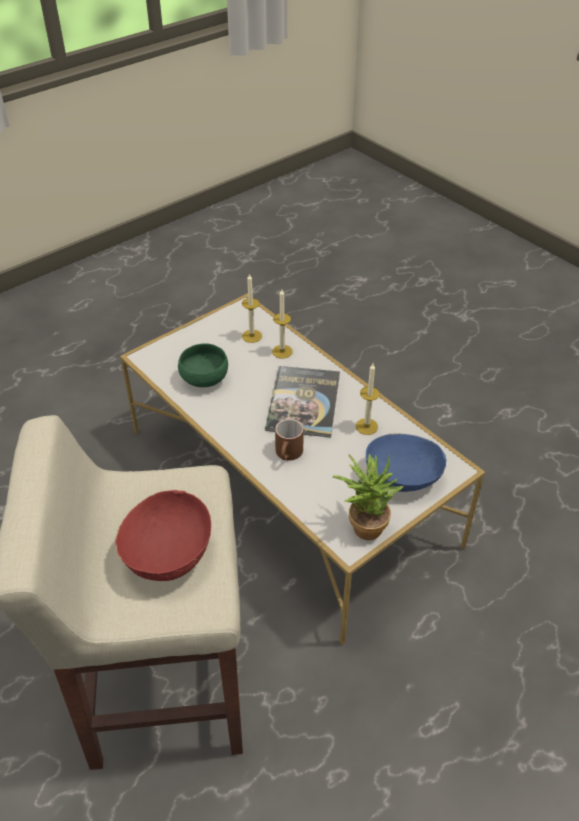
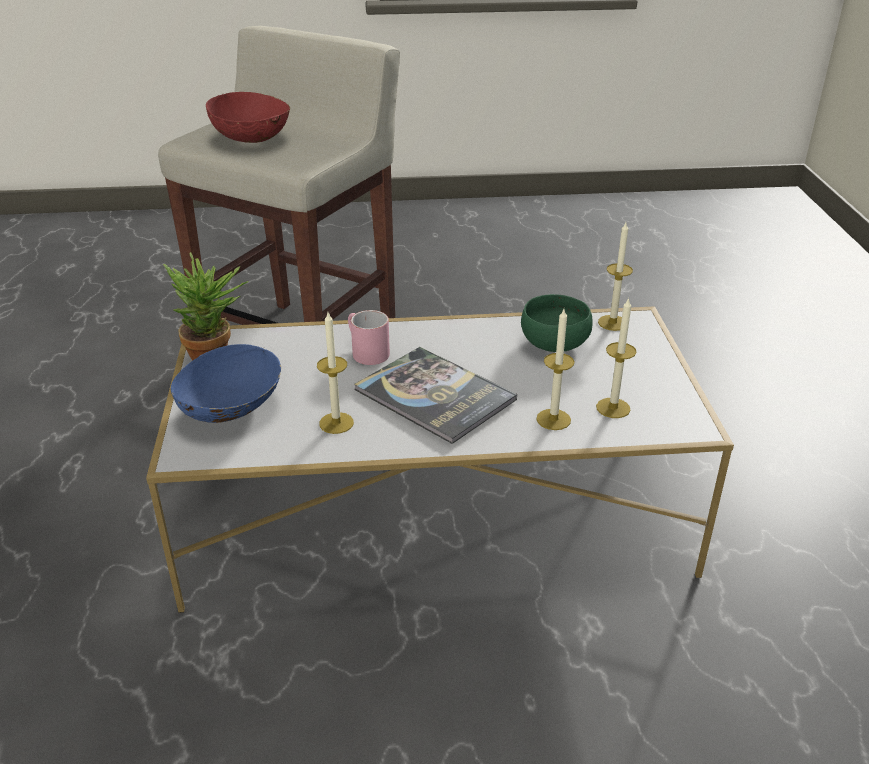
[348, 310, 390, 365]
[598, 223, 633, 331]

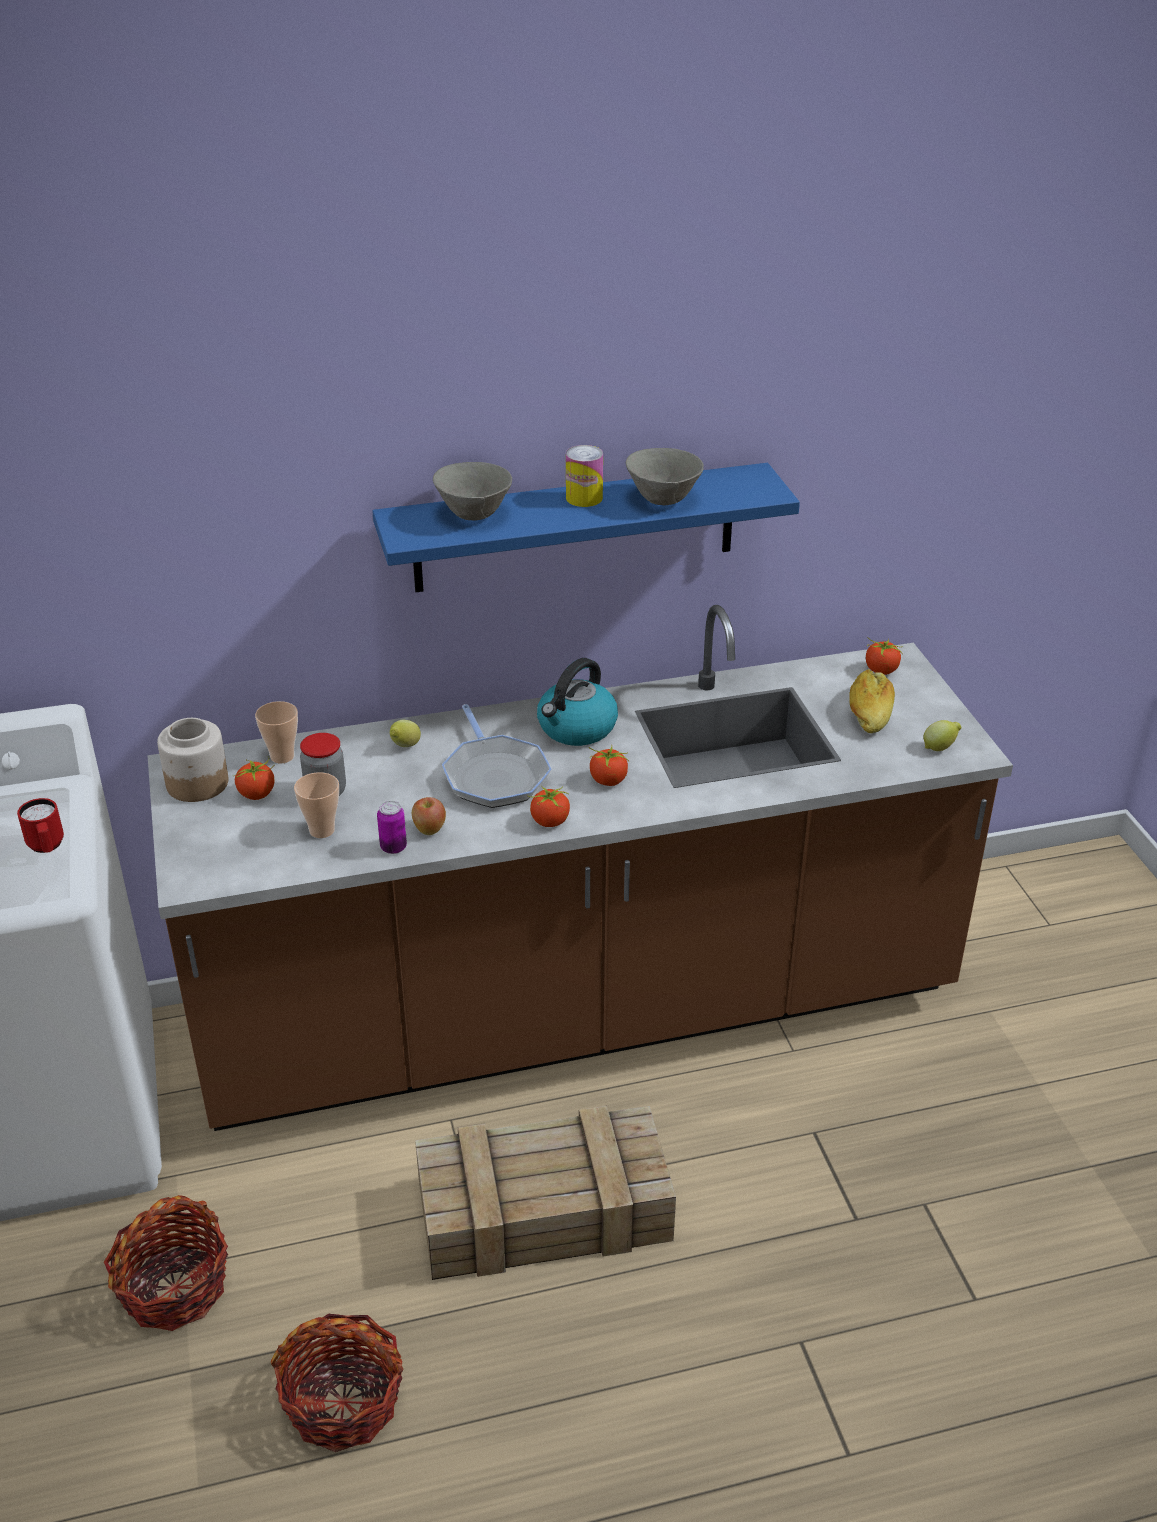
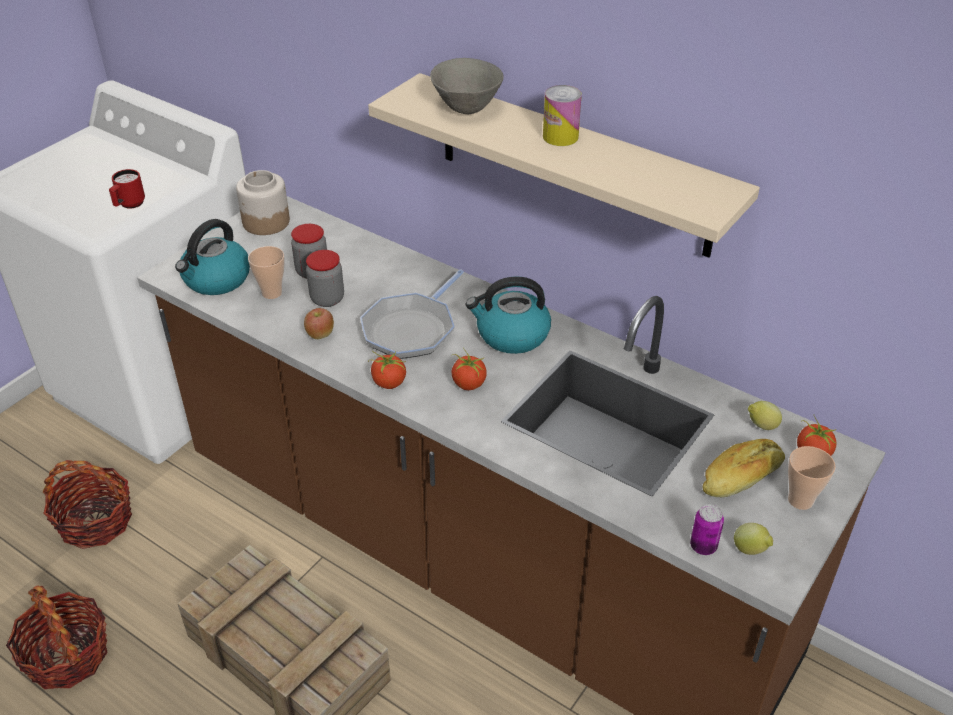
[626, 448, 704, 505] (first image)
[368, 73, 760, 258]
[788, 446, 836, 510]
[748, 401, 782, 430]
[232, 756, 274, 800] (first image)
[690, 504, 724, 555]
[175, 219, 250, 295]
[306, 250, 344, 307]

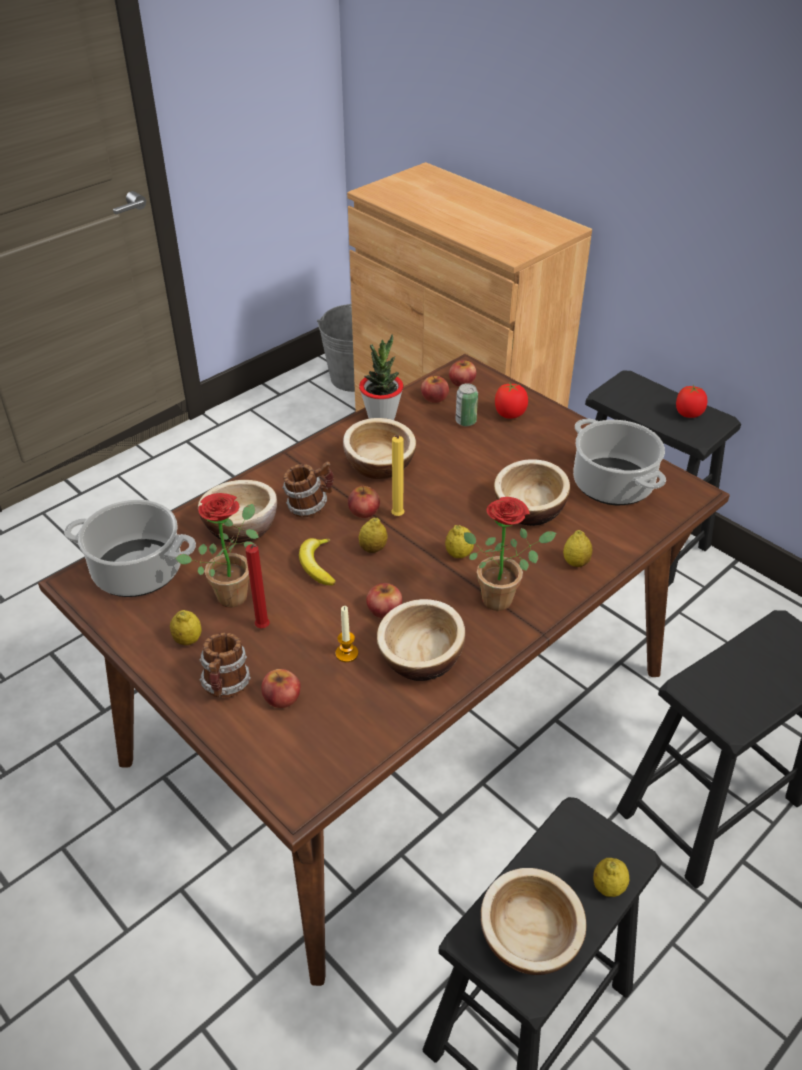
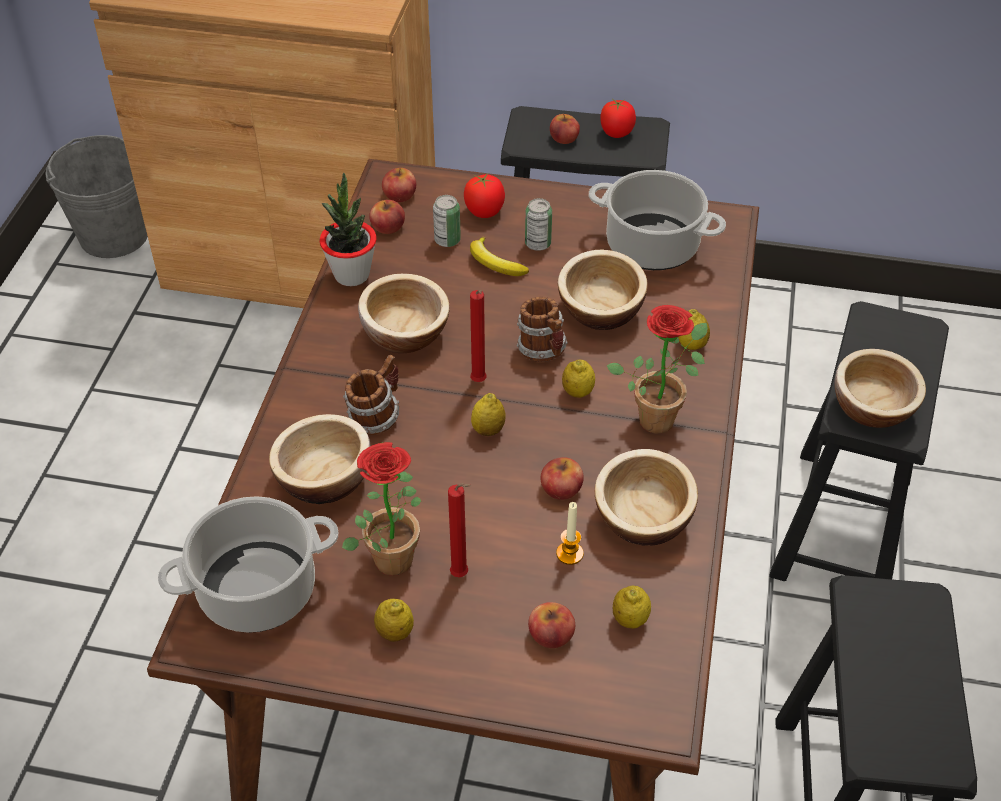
[470, 290, 487, 382]
[550, 114, 580, 144]
[470, 237, 529, 276]
[517, 297, 568, 362]
[613, 586, 651, 629]
[834, 349, 926, 428]
[525, 198, 552, 251]

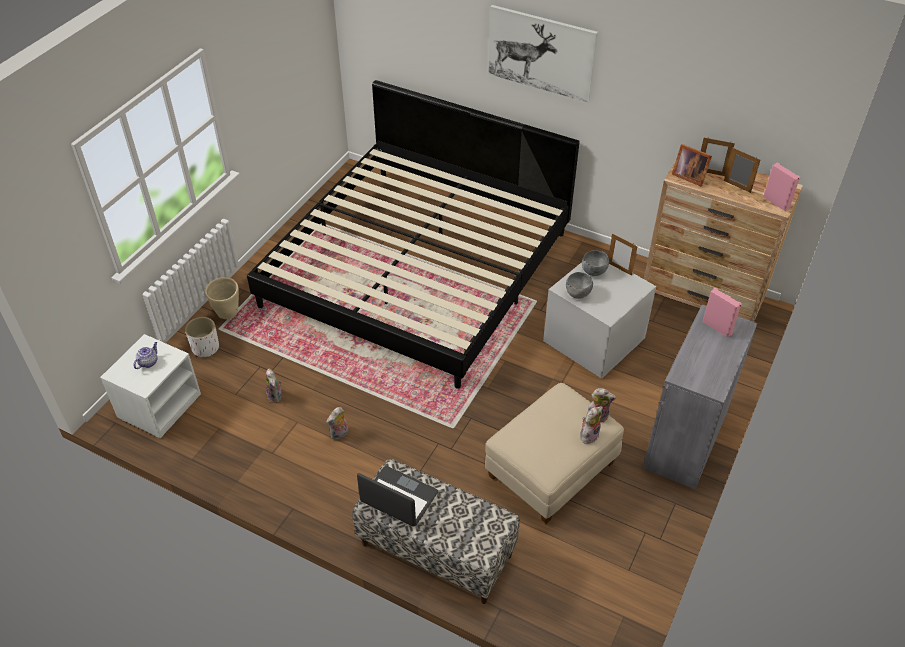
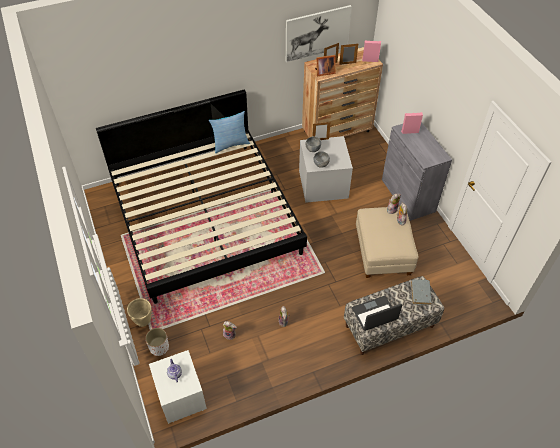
[286, 5, 352, 62]
[209, 111, 250, 153]
[411, 279, 432, 305]

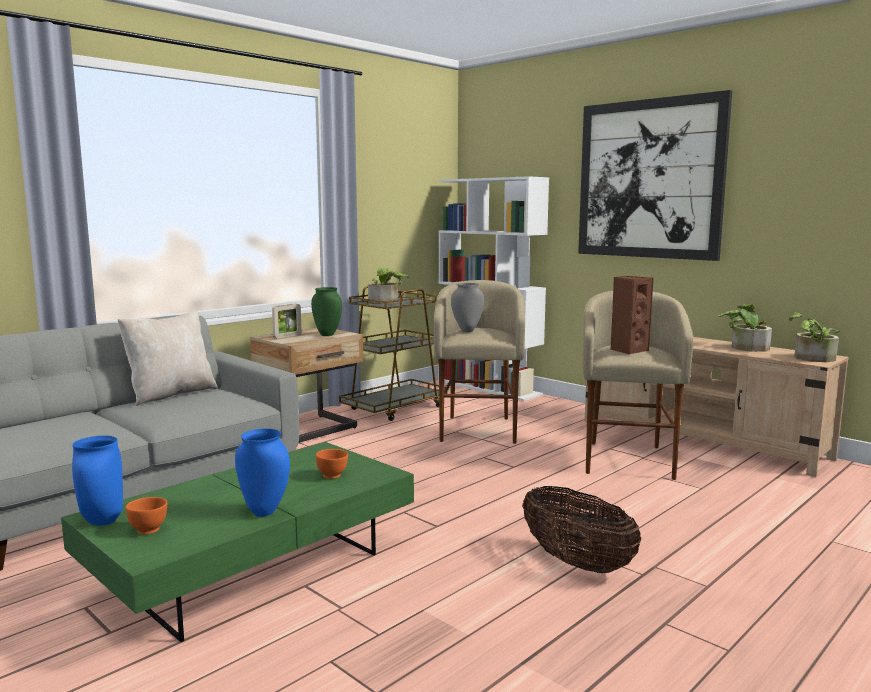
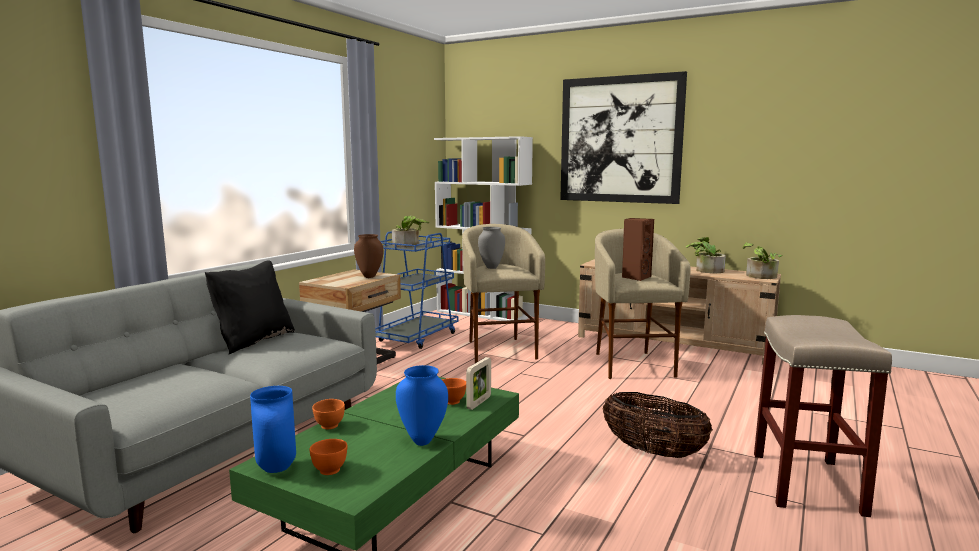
[375, 231, 458, 349]
[354, 234, 383, 278]
[466, 357, 491, 410]
[205, 260, 295, 354]
[754, 315, 892, 517]
[312, 399, 345, 429]

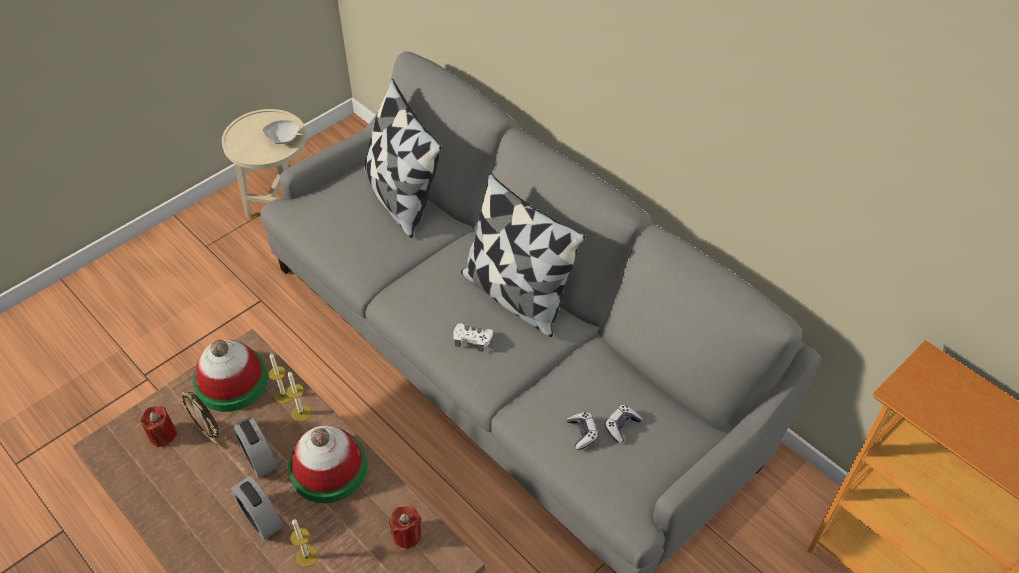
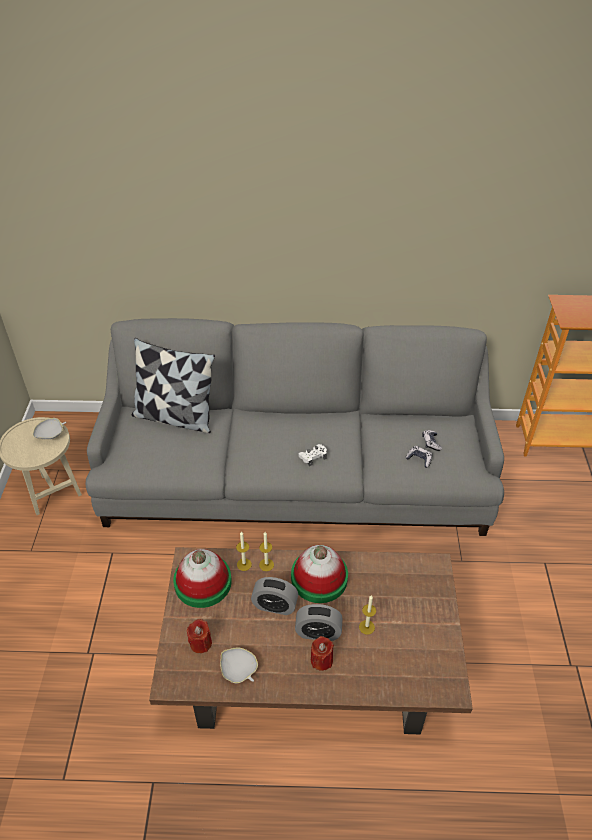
[461, 173, 586, 337] (first image)
[180, 391, 219, 447] (first image)
[311, 636, 334, 671]
[220, 648, 258, 683]

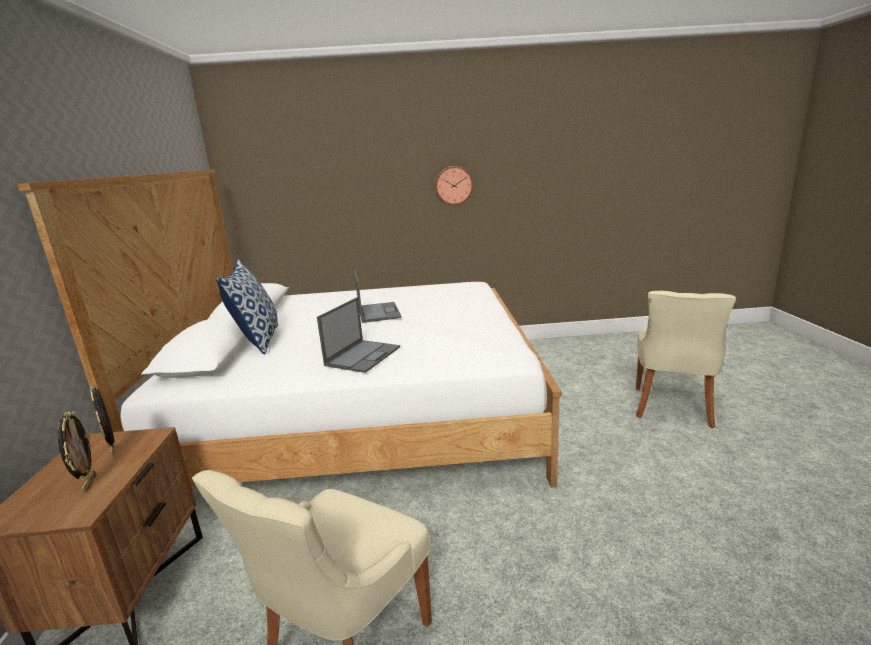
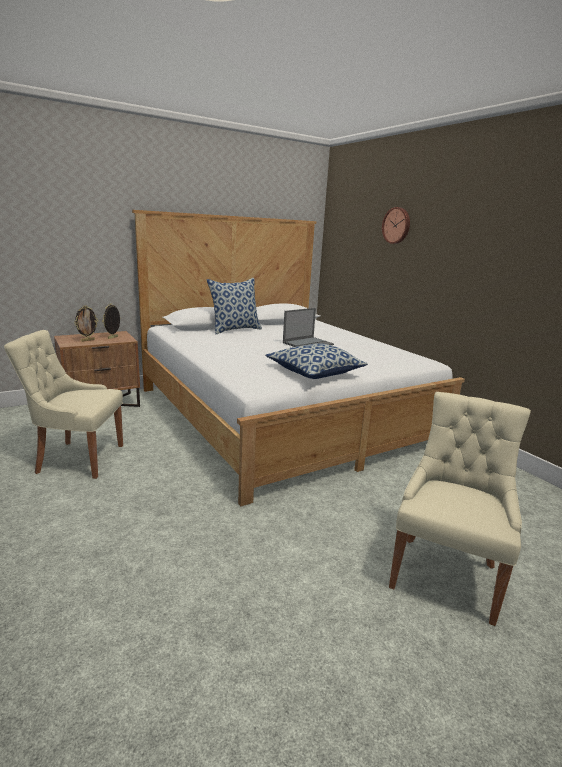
[382, 207, 410, 244]
[389, 392, 531, 626]
[317, 297, 400, 373] (first image)
[265, 343, 368, 379]

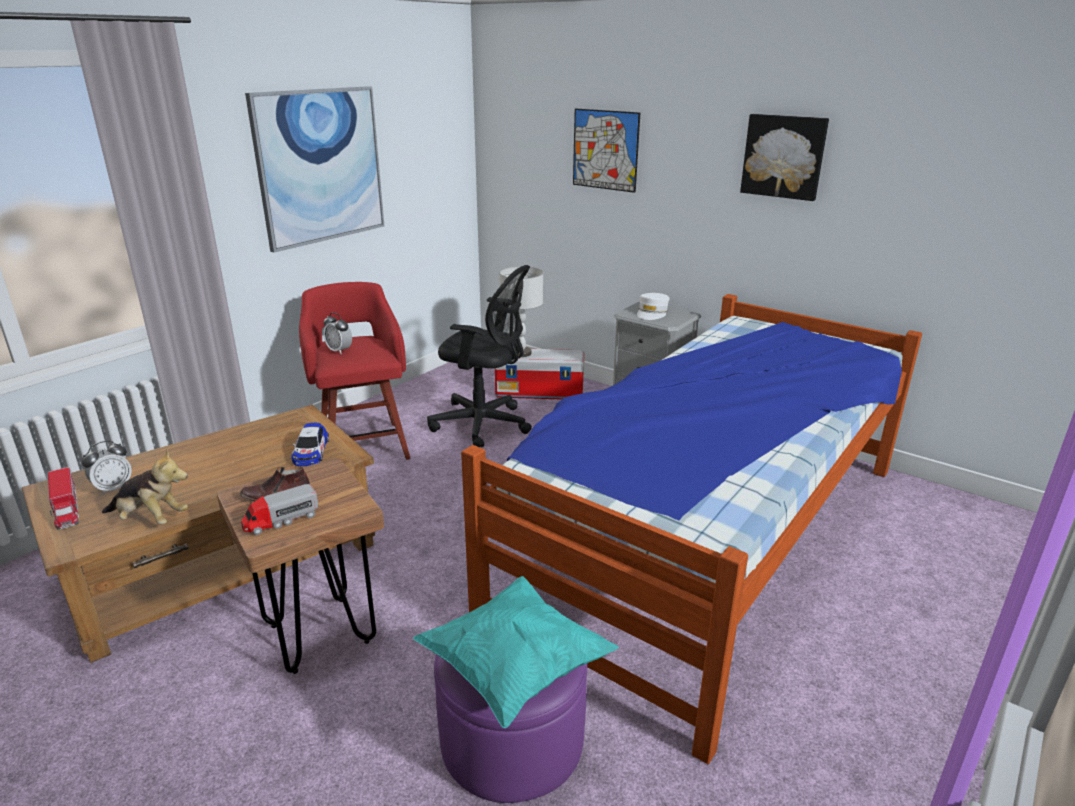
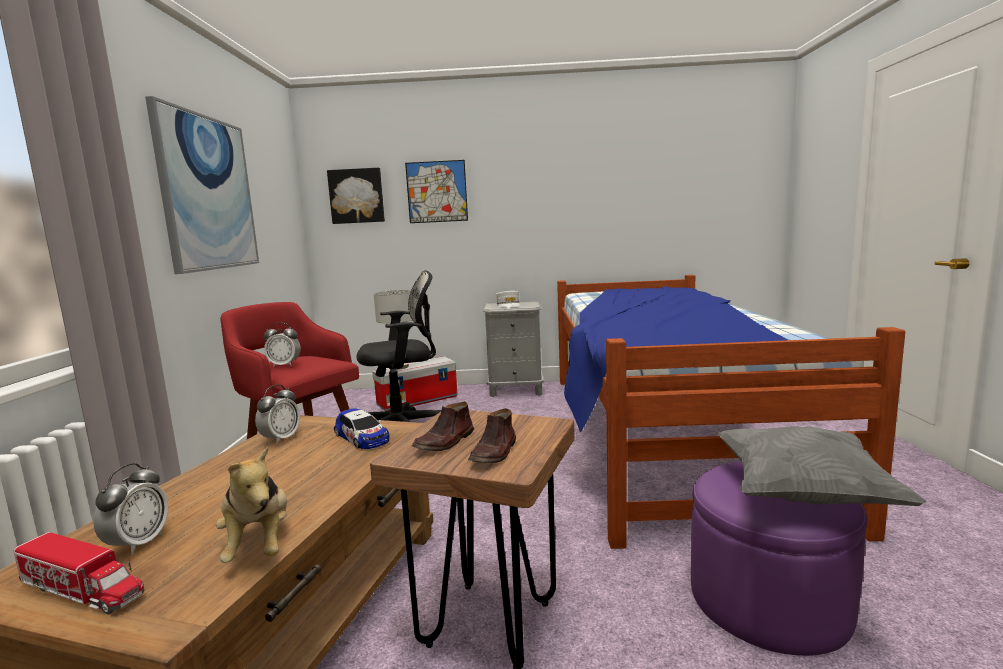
[327, 168, 385, 224]
[216, 446, 287, 563]
[468, 408, 516, 463]
[717, 426, 927, 506]
[255, 384, 300, 444]

